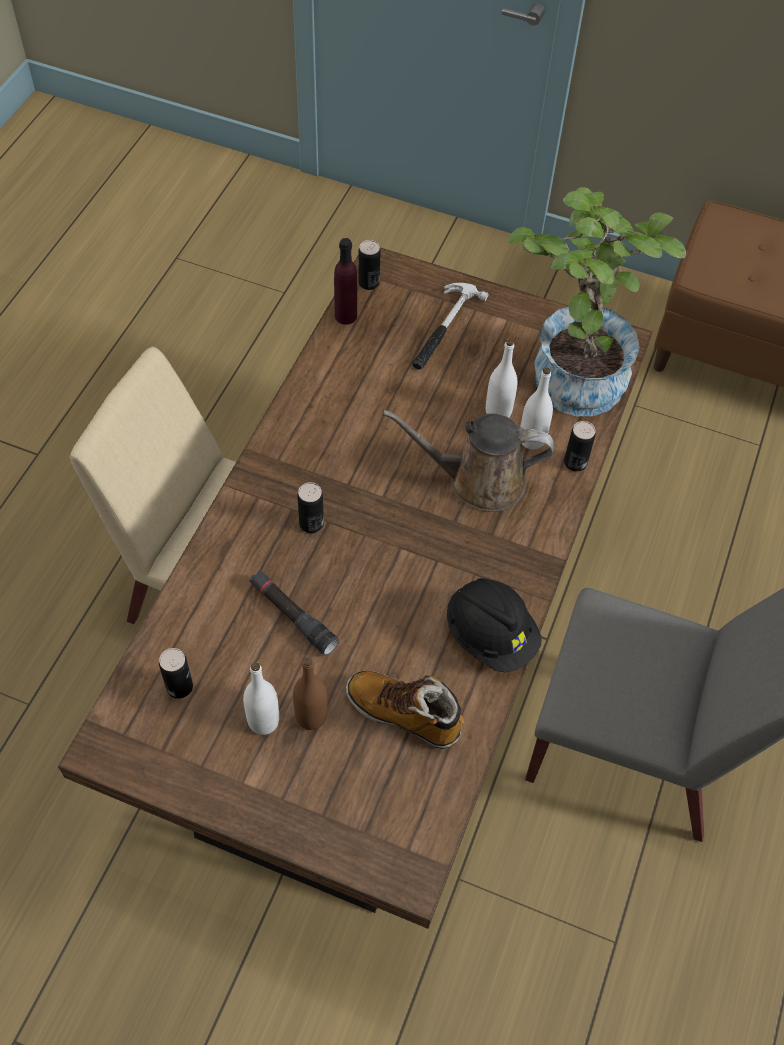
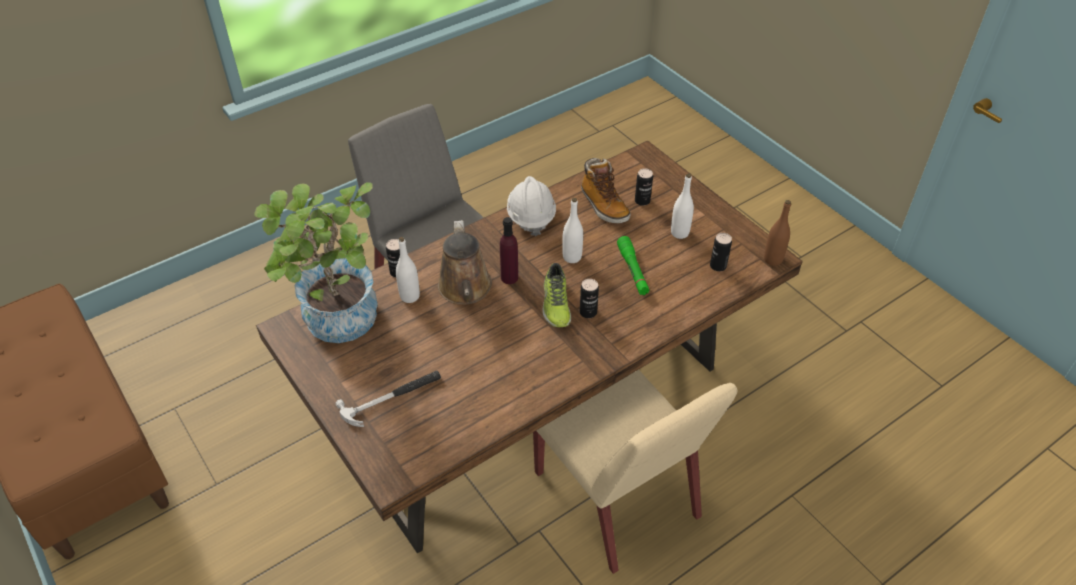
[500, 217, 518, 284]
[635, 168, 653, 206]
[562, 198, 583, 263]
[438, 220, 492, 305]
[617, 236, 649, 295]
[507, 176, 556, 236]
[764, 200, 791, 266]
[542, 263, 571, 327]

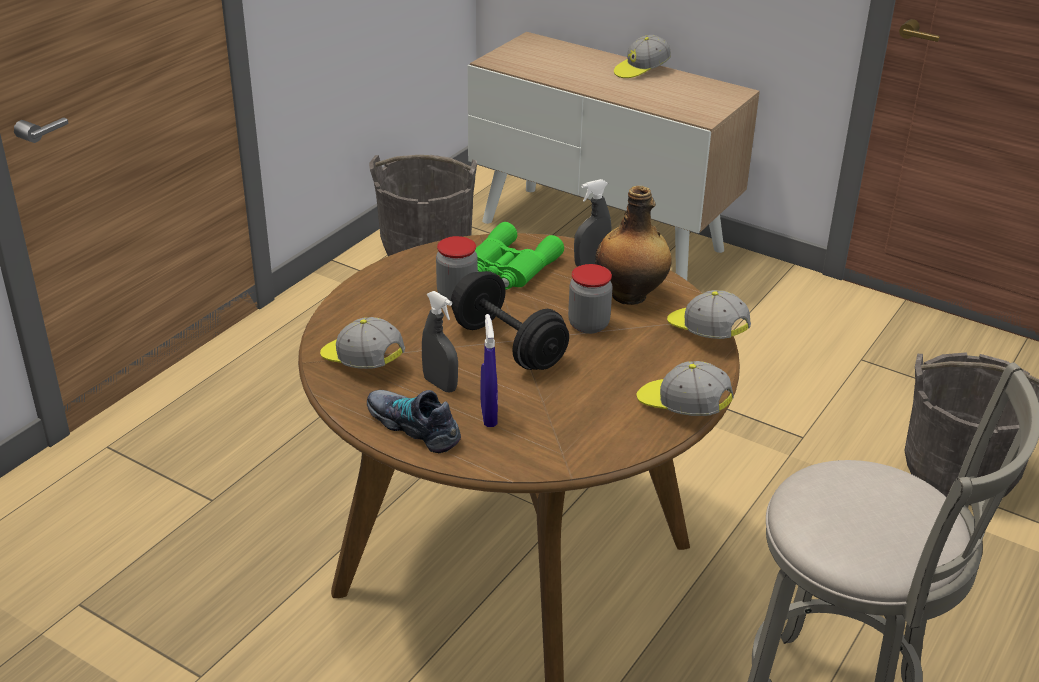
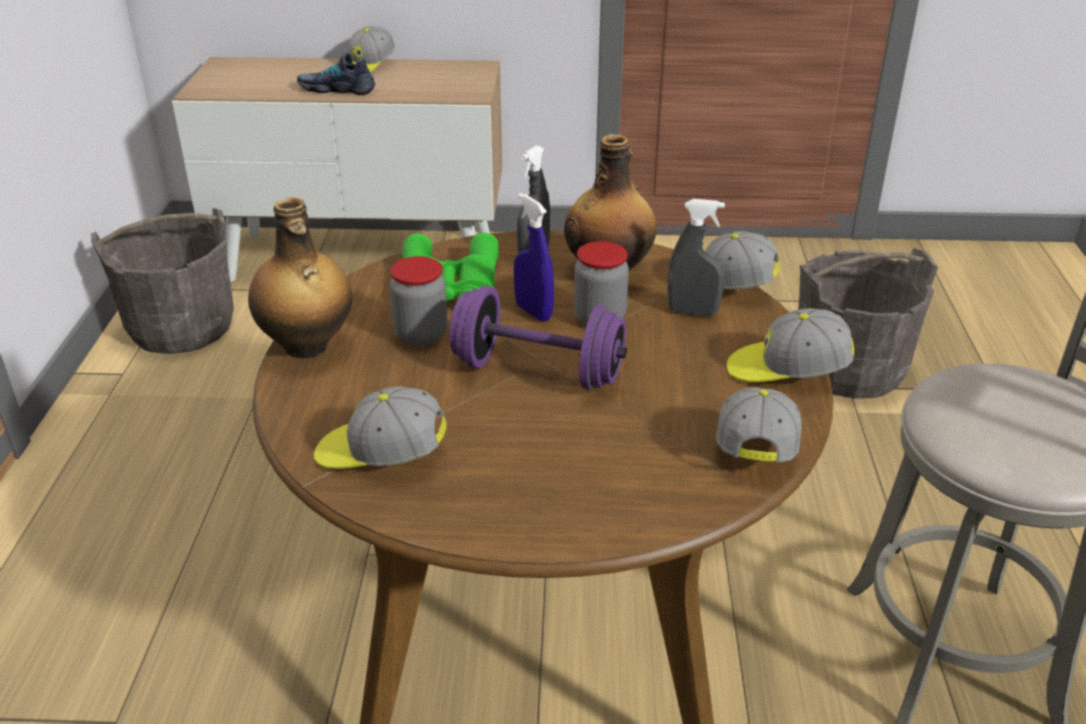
[449, 286, 627, 390]
[667, 199, 725, 317]
[514, 193, 554, 322]
[297, 53, 375, 95]
[248, 197, 352, 358]
[716, 387, 802, 462]

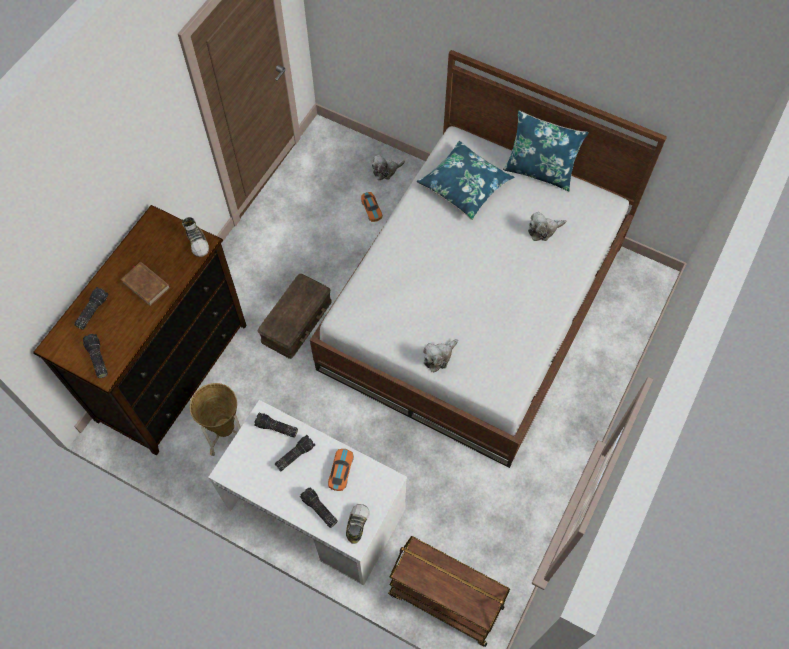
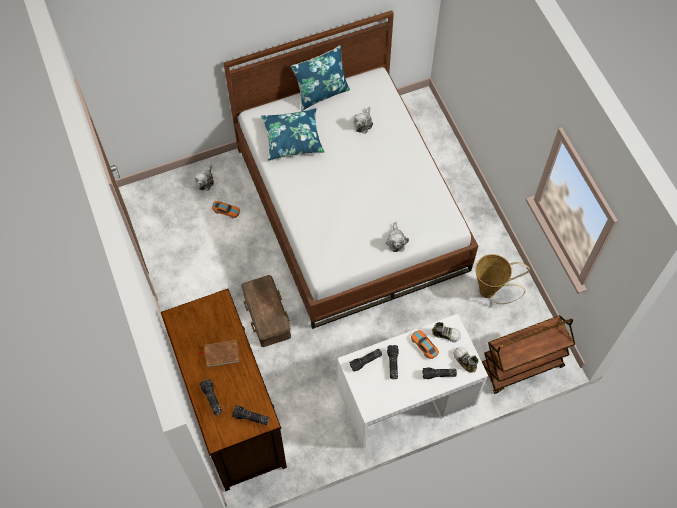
[432, 322, 461, 342]
[475, 254, 530, 304]

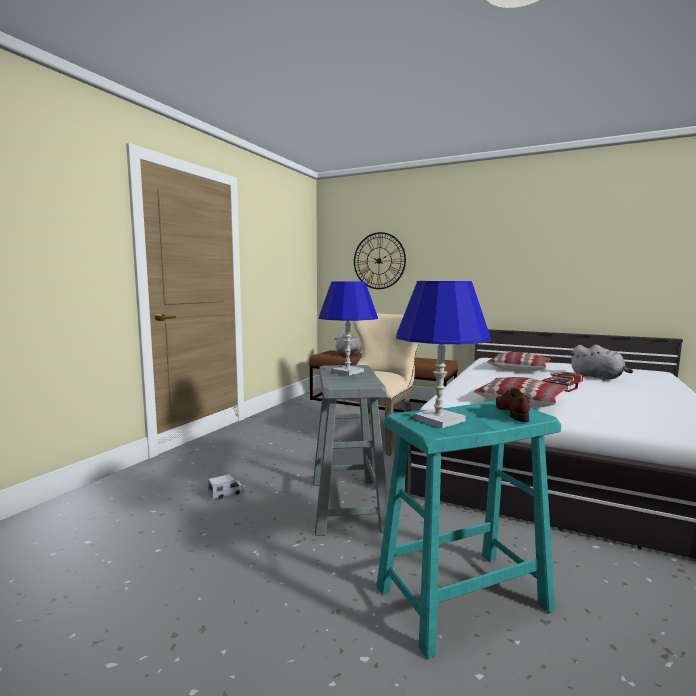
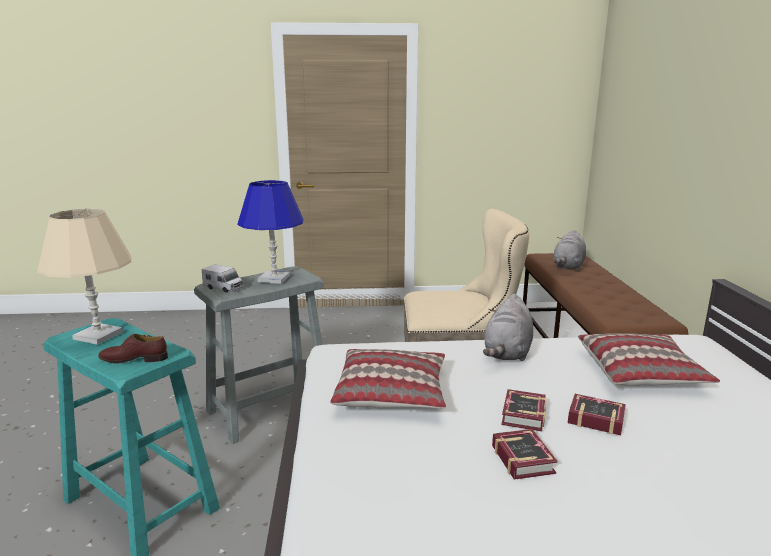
[354, 232, 406, 289] (first image)
[38, 209, 131, 345]
[483, 294, 533, 361]
[98, 334, 168, 364]
[202, 264, 243, 293]
[492, 429, 557, 480]

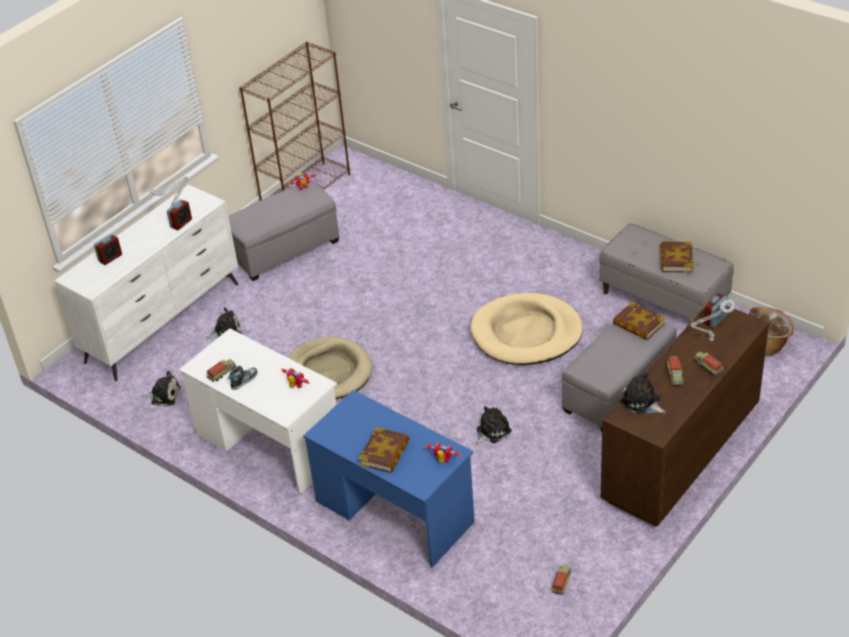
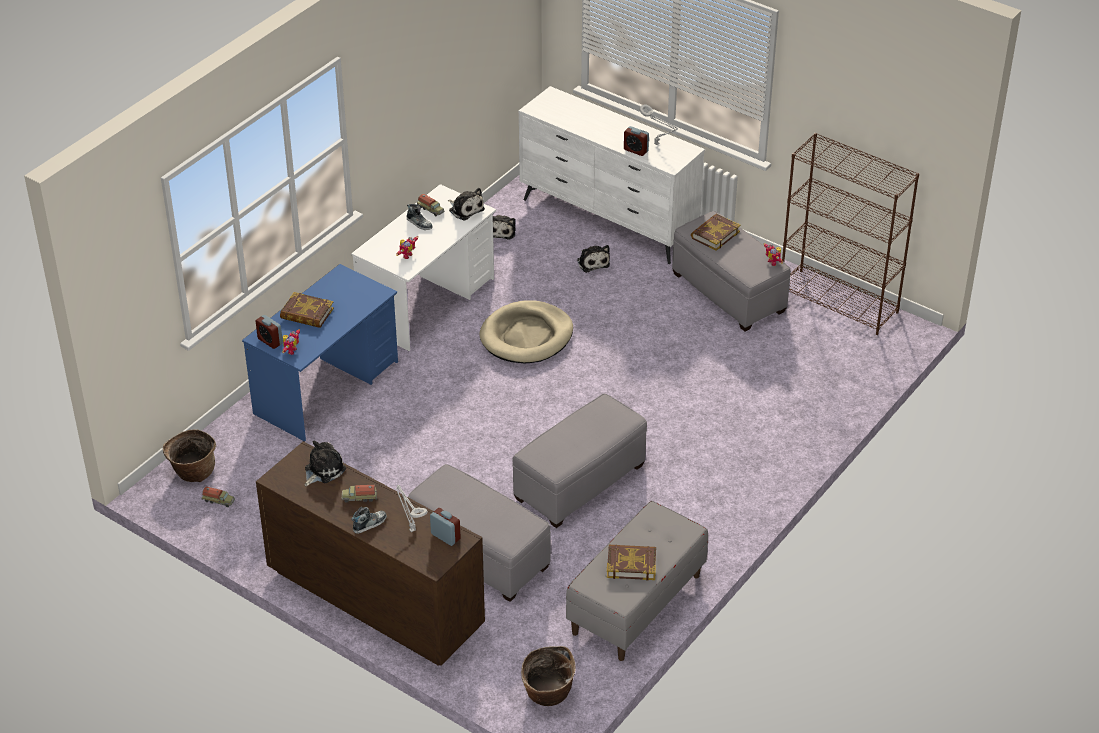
[256, 315, 283, 349]
[512, 394, 647, 528]
[691, 213, 741, 251]
[351, 507, 387, 534]
[448, 188, 485, 221]
[163, 430, 216, 482]

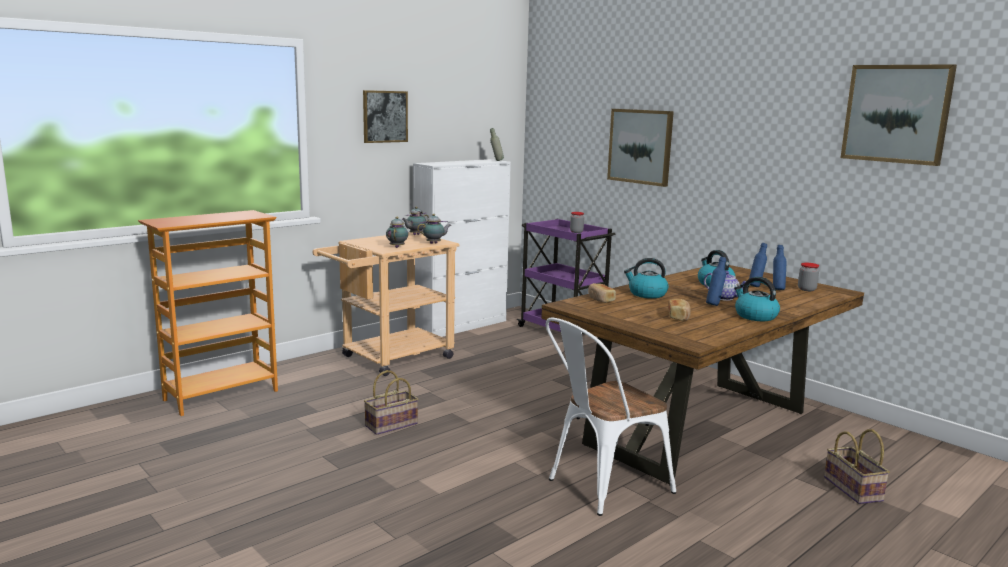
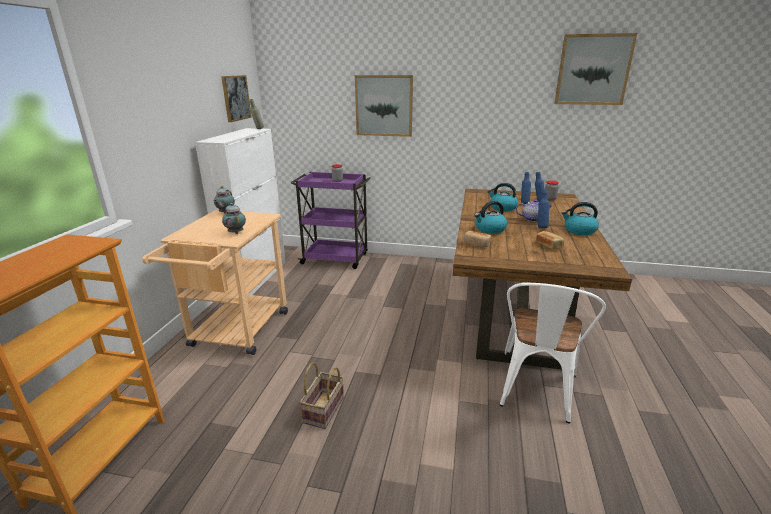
[221, 75, 252, 122]
[417, 214, 451, 244] (first image)
[824, 429, 890, 504] (first image)

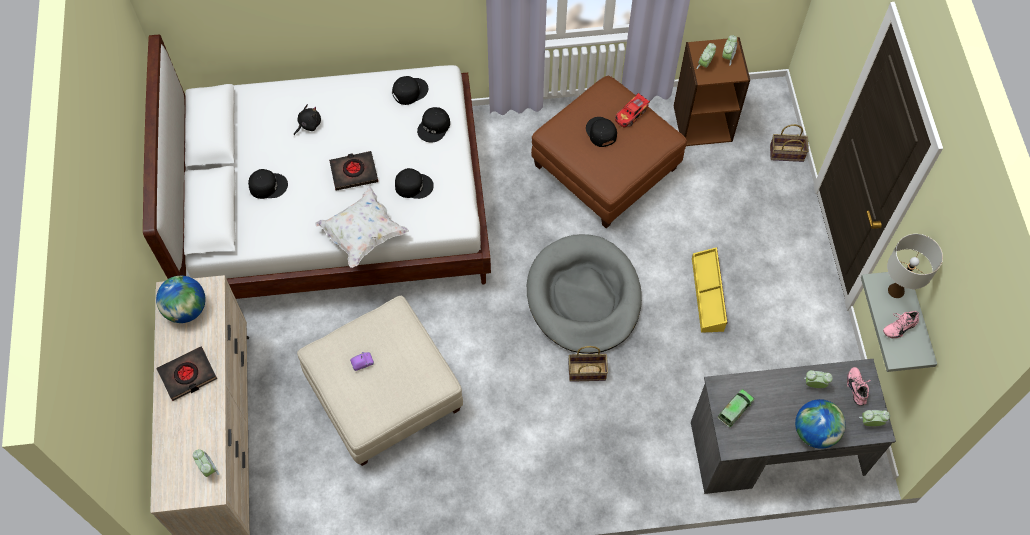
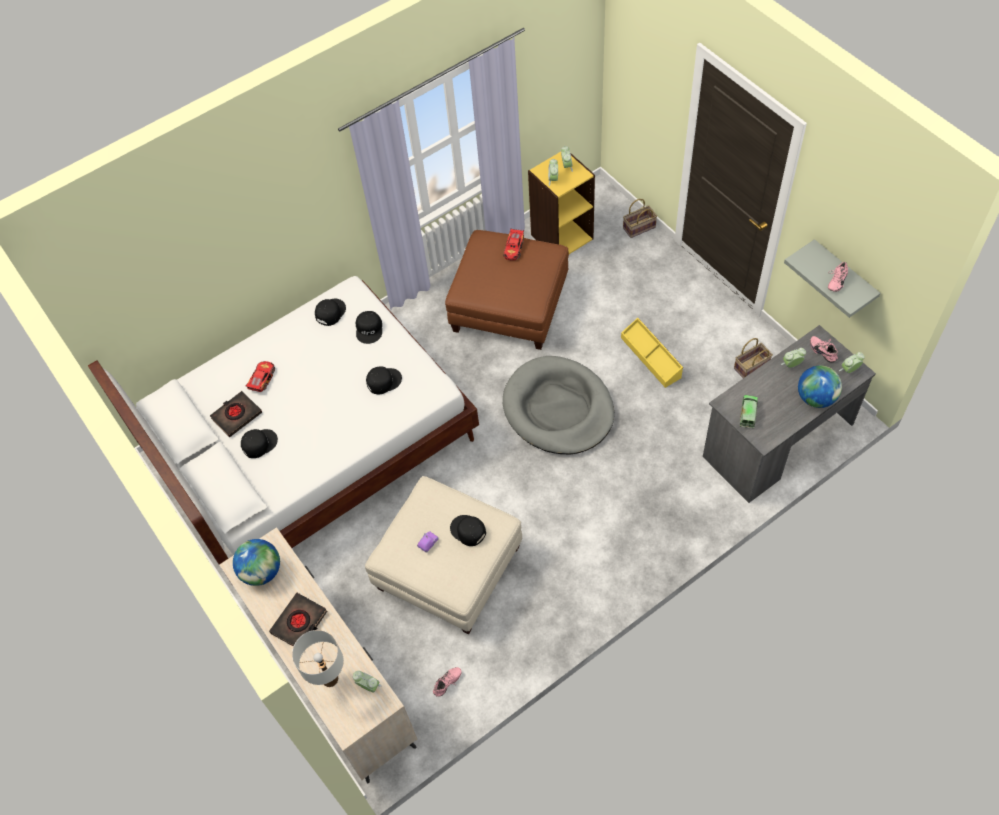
[528, 151, 595, 254]
[245, 361, 275, 392]
[450, 515, 486, 546]
[210, 391, 262, 437]
[315, 186, 409, 268] (first image)
[292, 630, 344, 687]
[734, 338, 773, 378]
[433, 667, 462, 697]

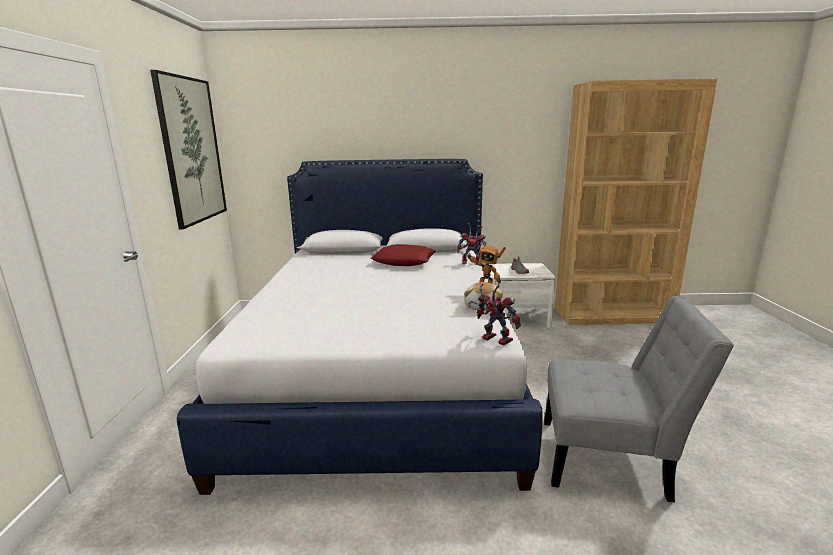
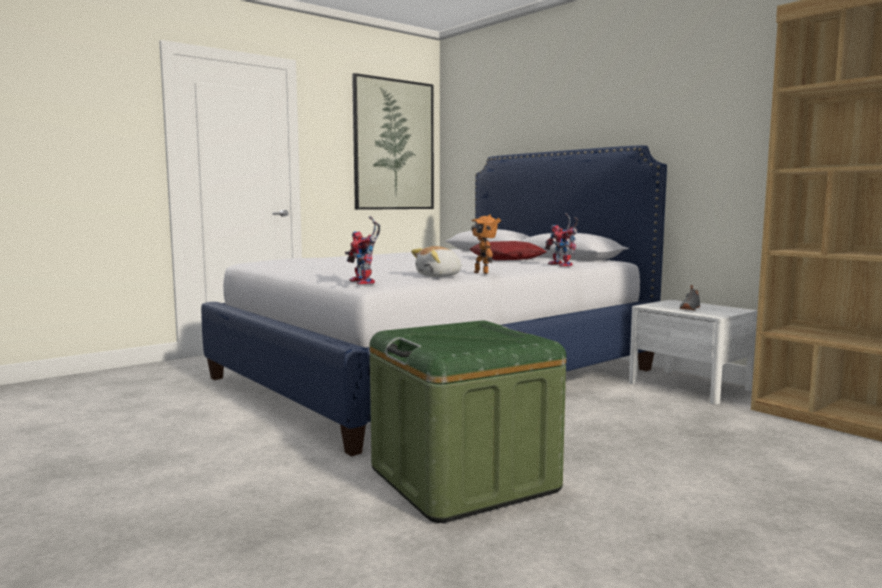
[345, 216, 380, 285]
[370, 320, 566, 523]

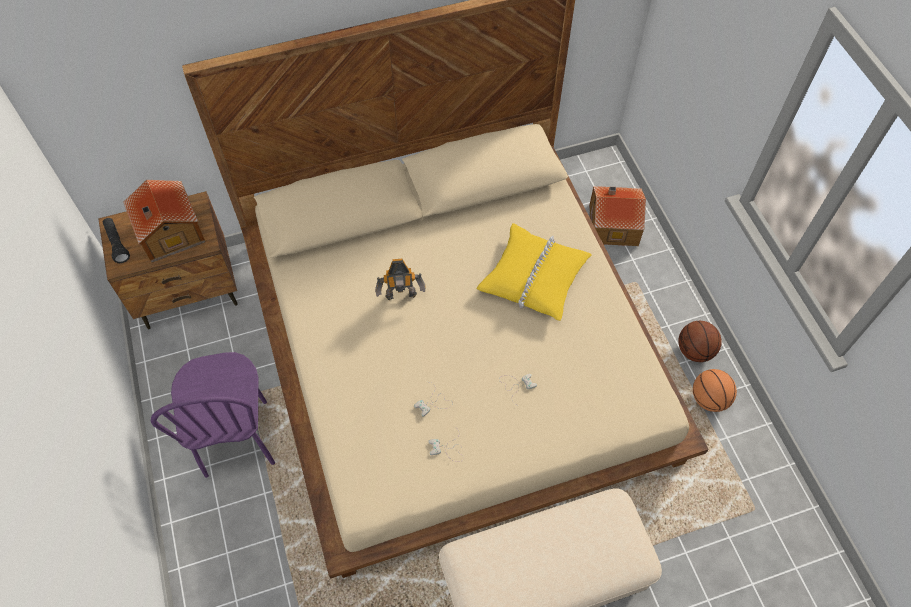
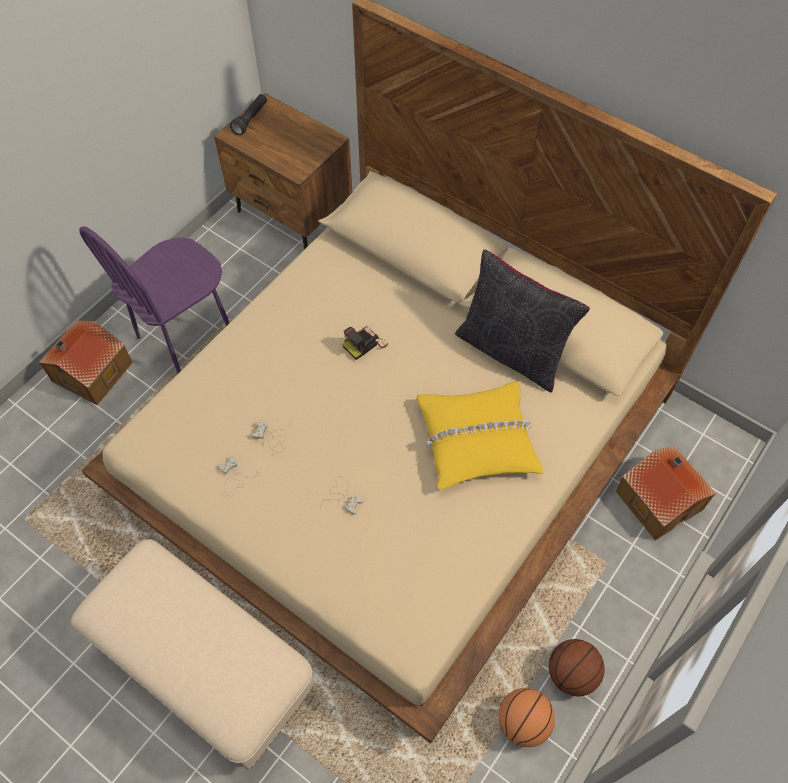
[39, 320, 132, 405]
[342, 326, 388, 360]
[455, 249, 590, 392]

